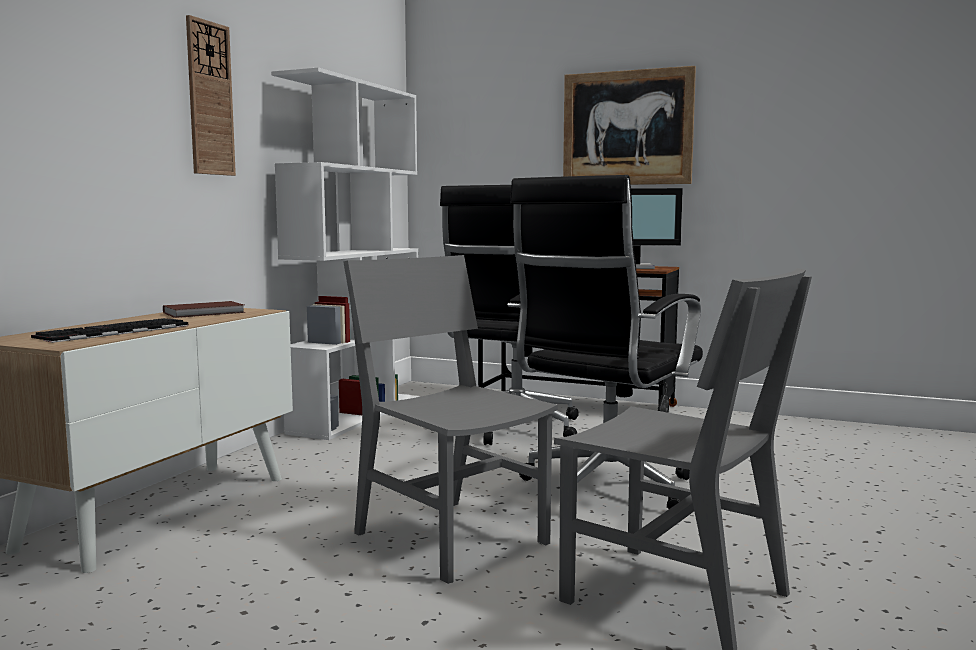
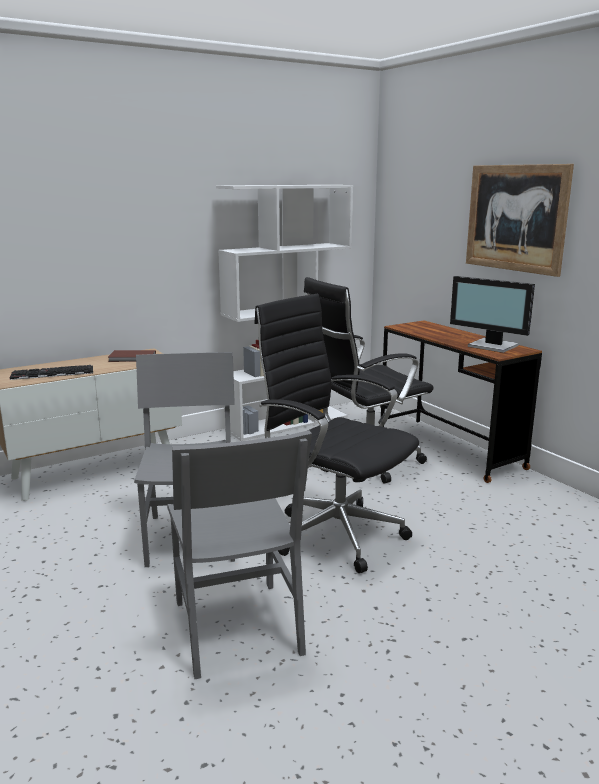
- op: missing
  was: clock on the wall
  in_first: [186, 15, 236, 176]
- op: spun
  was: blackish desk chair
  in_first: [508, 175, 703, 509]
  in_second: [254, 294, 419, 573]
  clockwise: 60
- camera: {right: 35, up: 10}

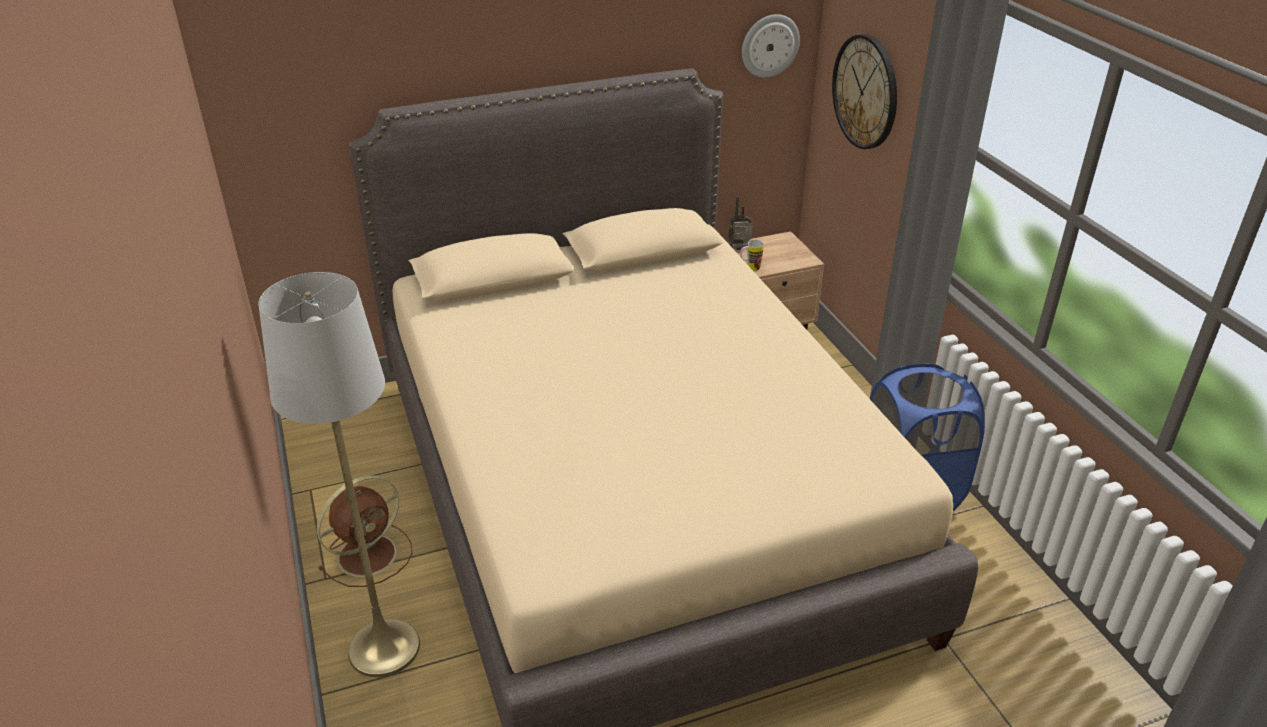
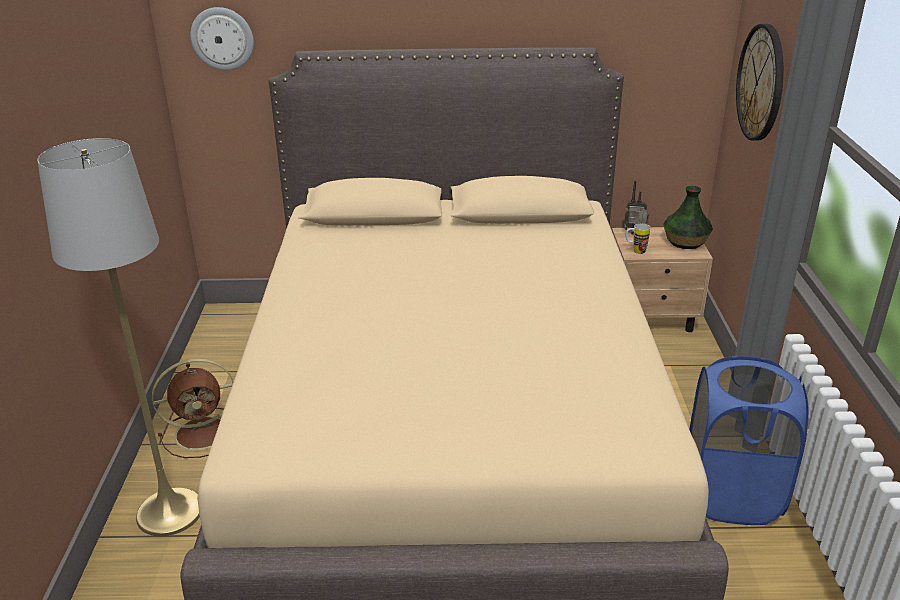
- op: appeared
  now: decorative vase
  in_second: [663, 186, 713, 249]
- op: relocated
  was: clock on the wall
  in_first: [742, 14, 800, 78]
  in_second: [190, 7, 254, 70]
- camera: {right: 20, up: -5}

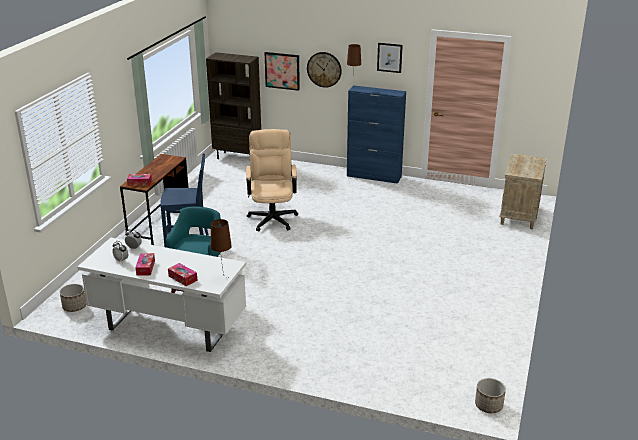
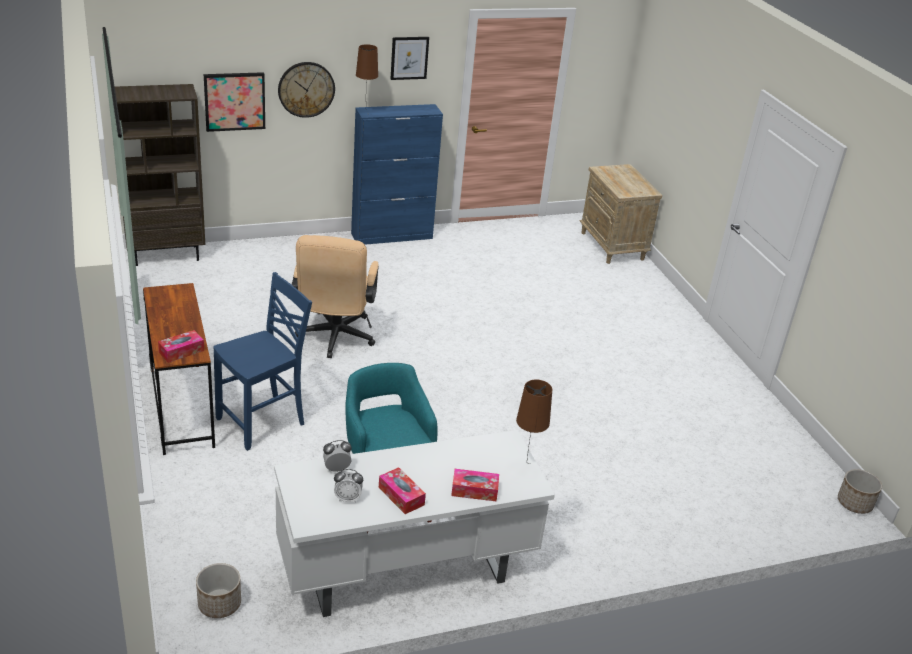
- op: spun
  was: sand-coloured desk chair
  in_first: [246, 129, 298, 231]
  in_second: [291, 235, 379, 358]
  clockwise: -135
- camera: {right: -40, up: 5}

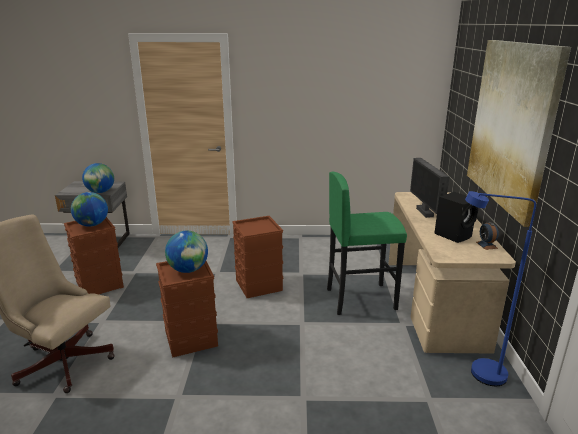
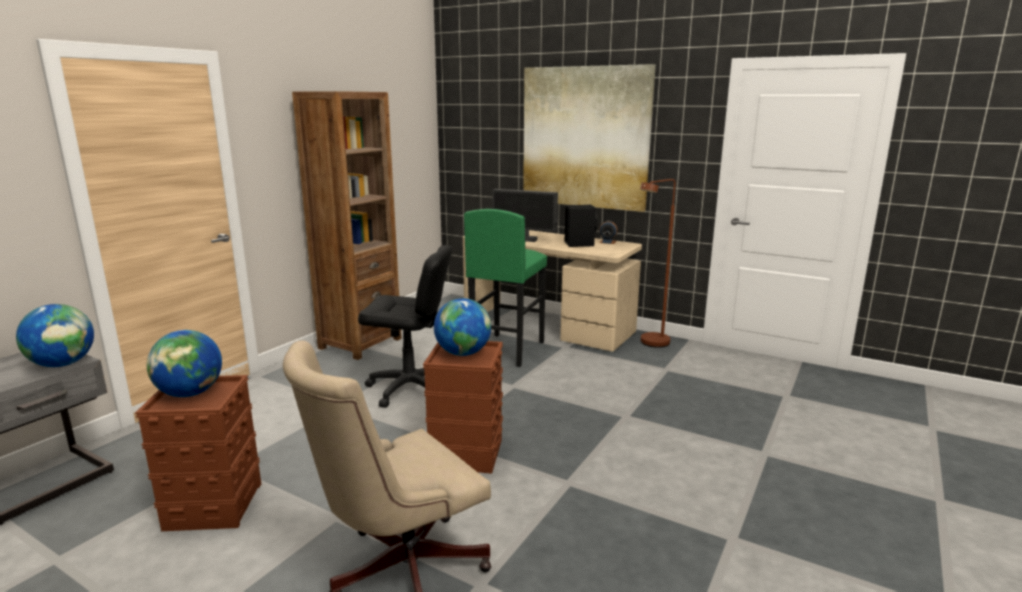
- op: appeared
  now: brownish shelving unit
  in_second: [292, 91, 402, 360]
- op: exchanged
  was: brownish storage bin
  now: blackish desk chair
  in_first: [232, 216, 284, 298]
  in_second: [358, 245, 453, 408]
- op: colour
  was: blue-coloured standing lamp
  now: brownish standing lamp
  in_first: [465, 191, 536, 386]
  in_second: [640, 179, 675, 348]
- camera: {right: -60, up: -5}

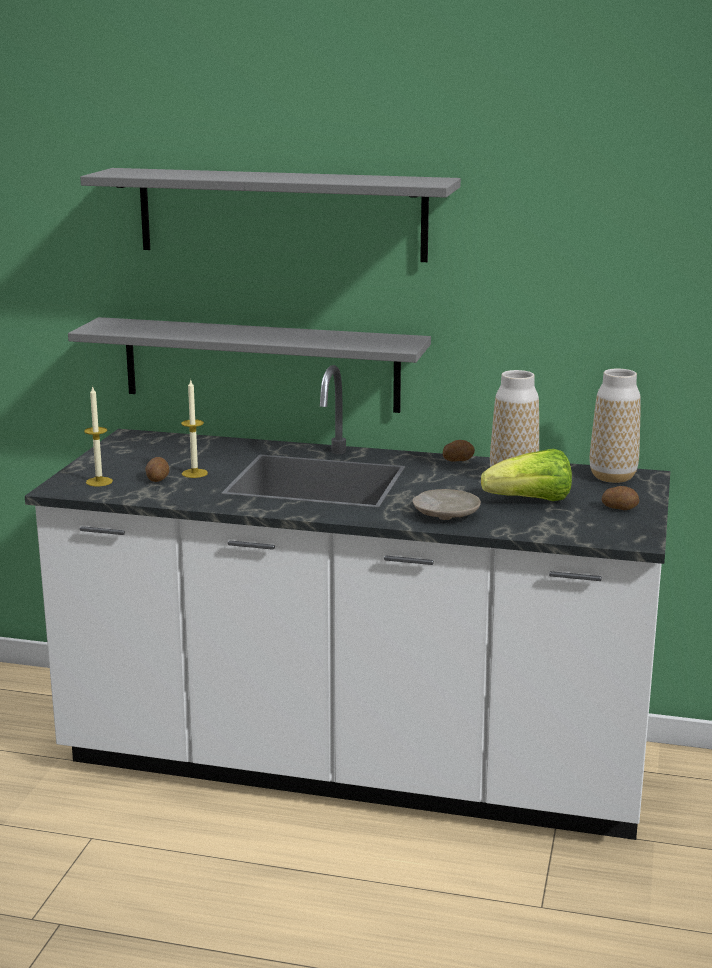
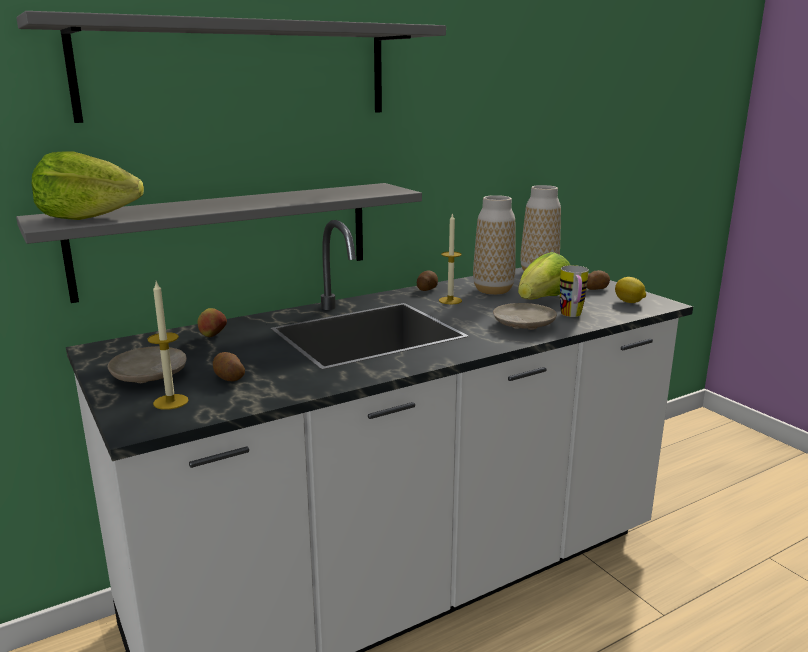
- op: appeared
  now: lettuce head
  in_second: [32, 152, 144, 220]
- op: appeared
  now: sand-coloured dinner plate
  in_second: [108, 346, 187, 383]
- op: appeared
  now: apple
  in_second: [198, 308, 227, 337]
- op: appeared
  now: mug
  in_second: [560, 265, 589, 317]
- op: appeared
  now: whole lemon
  in_second: [615, 277, 646, 303]
- op: relocated
  was: wax light
  in_first: [181, 379, 208, 478]
  in_second: [439, 213, 462, 304]
- camera: {right: -45, up: 0}

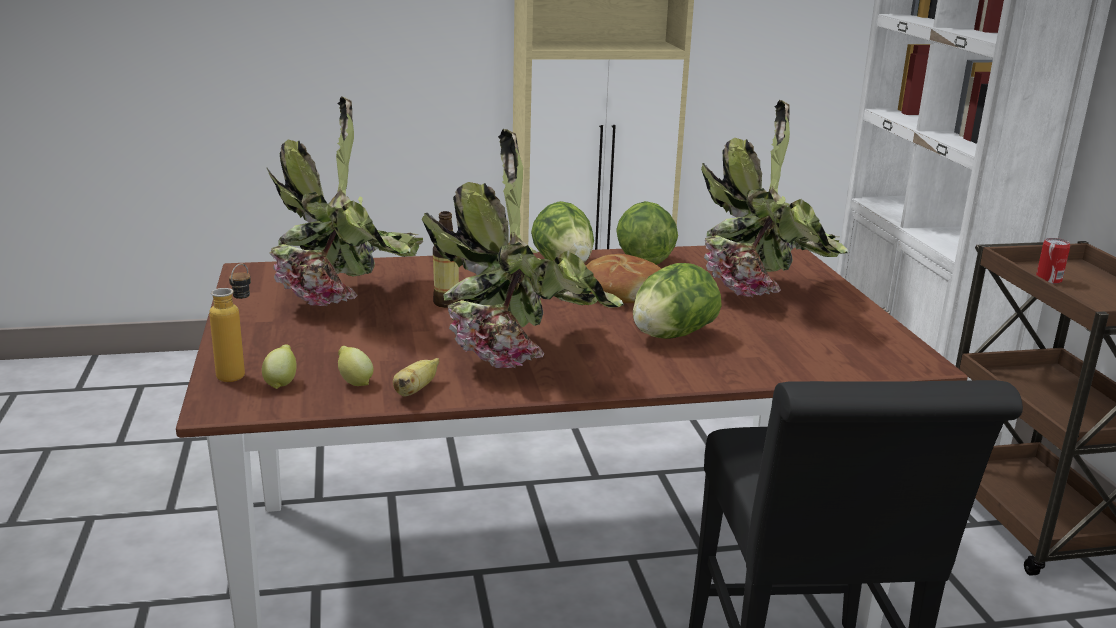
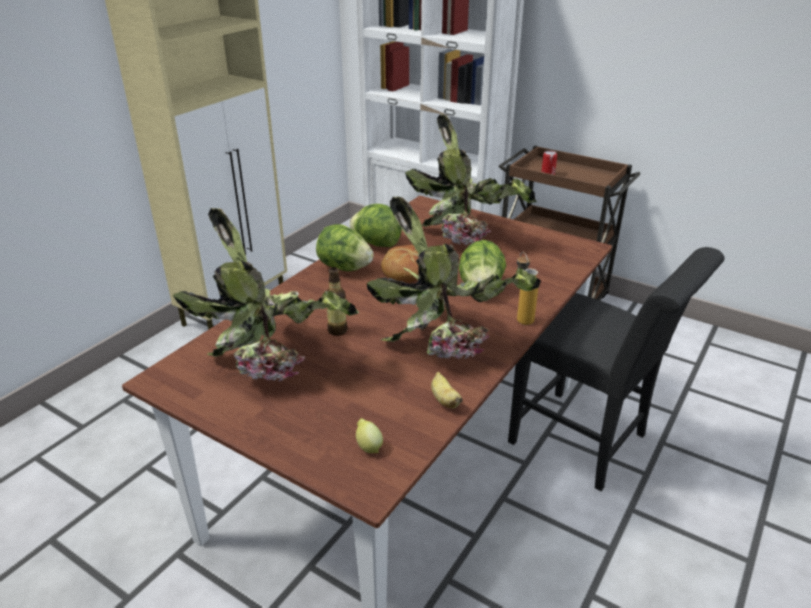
- op: missing
  was: whole lemon
  in_first: [338, 346, 373, 386]
- op: relocated
  was: drink bottle
  in_first: [209, 263, 251, 382]
  in_second: [517, 252, 538, 325]
- camera: {right: -45, up: 10}

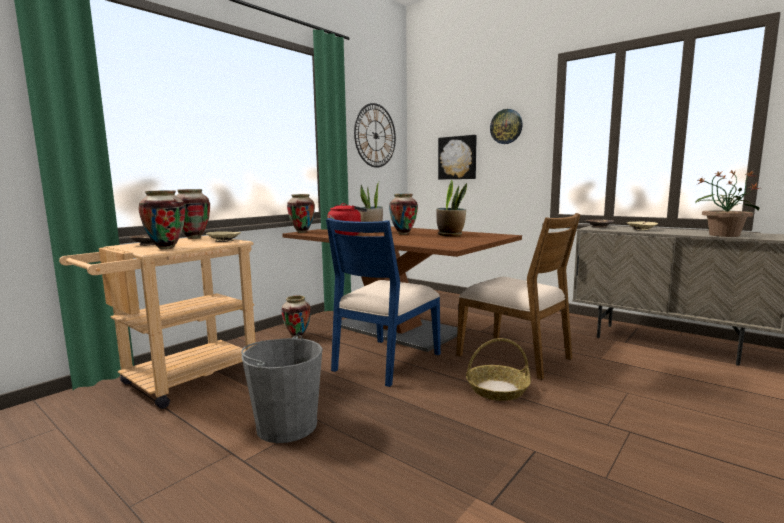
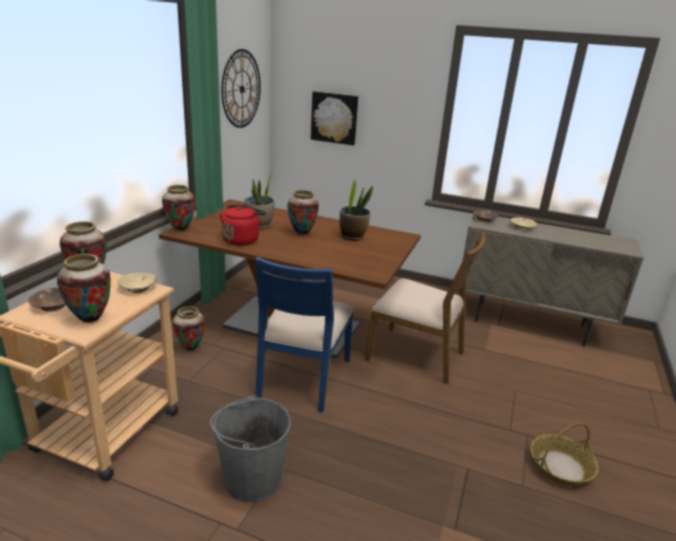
- op: missing
  was: clock on the wall
  in_first: [490, 109, 523, 144]
- op: missing
  was: plant in a pot
  in_first: [695, 170, 762, 237]
- op: relocated
  was: household basket
  in_first: [466, 338, 531, 401]
  in_second: [530, 423, 599, 486]
- camera: {right: -20, up: 15}

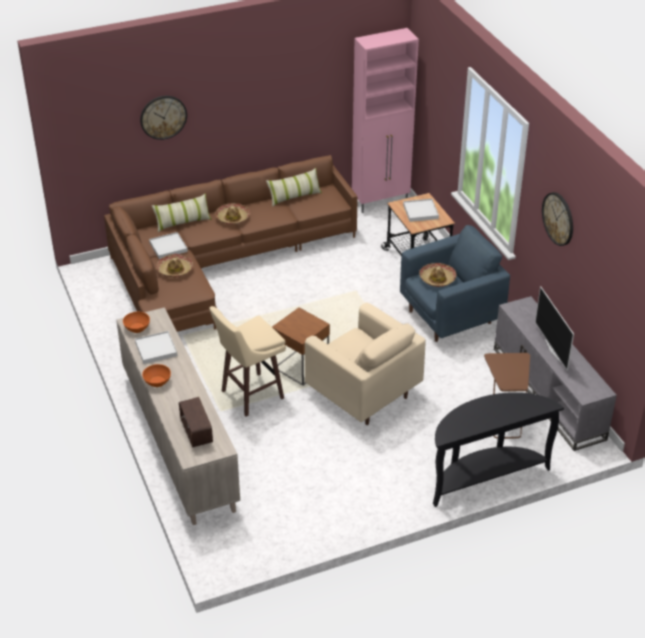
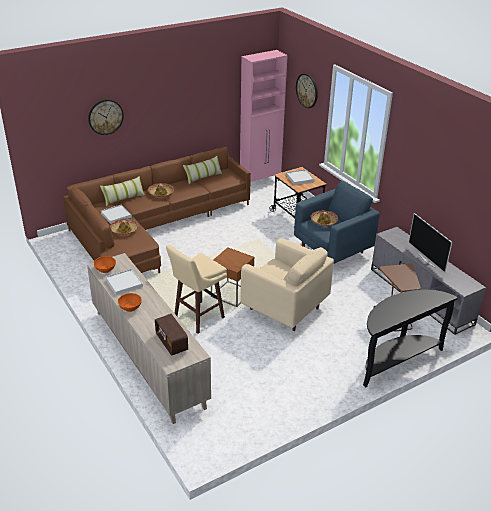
- op: relocated
  was: clock on the wall
  in_first: [542, 192, 573, 246]
  in_second: [296, 73, 318, 108]
- camera: {right: -10, up: -5}

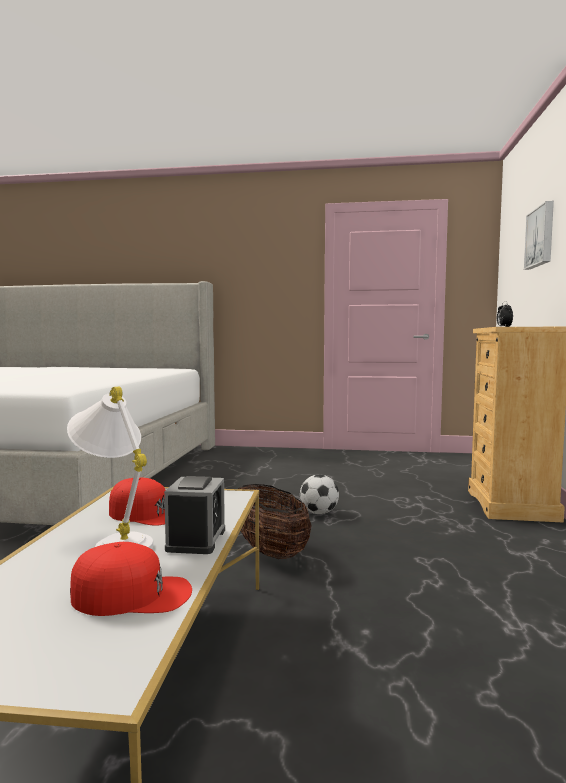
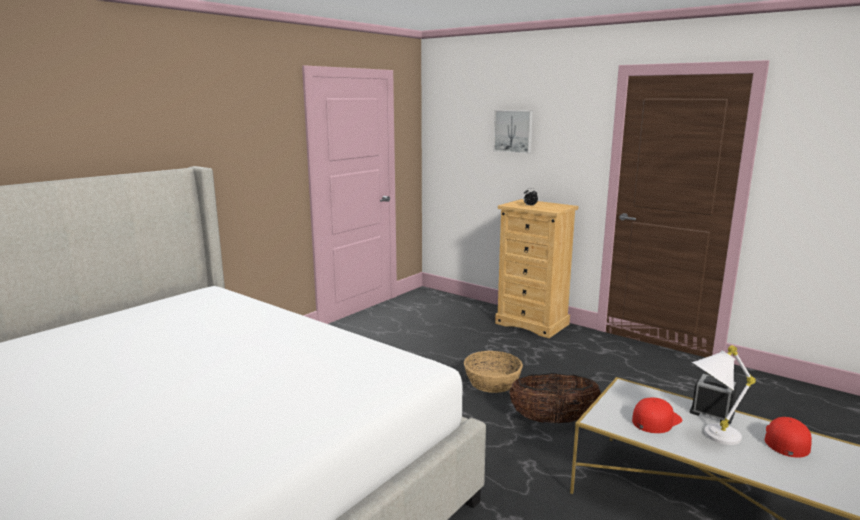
- op: exchanged
  was: football ball
  now: household basket
  in_first: [300, 474, 339, 514]
  in_second: [464, 351, 523, 393]
- camera: {right: -60, up: 10}

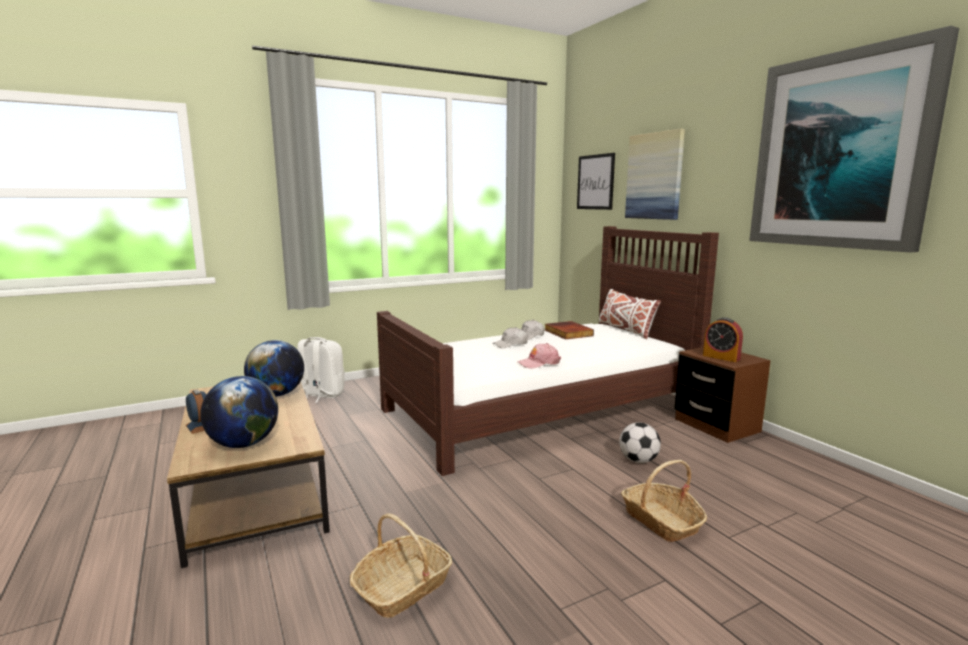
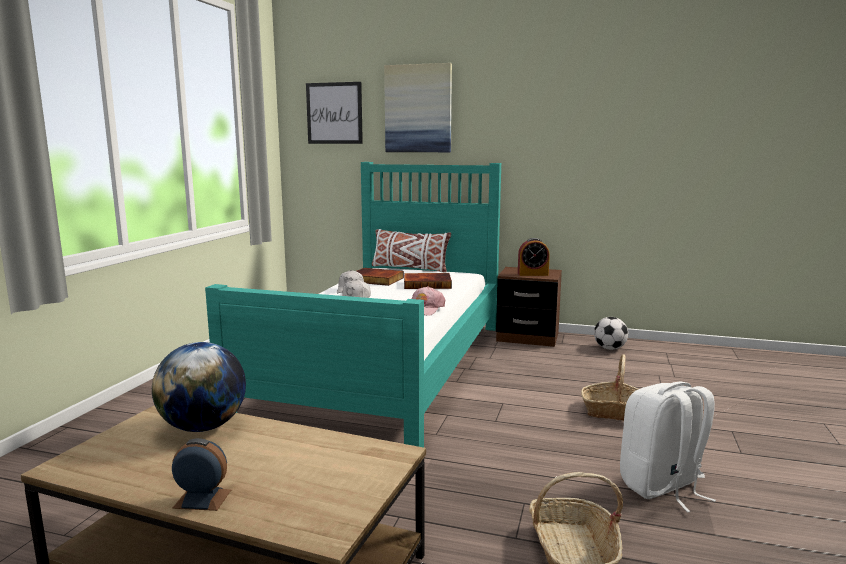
- op: missing
  was: desk globe
  in_first: [200, 376, 278, 448]
- op: missing
  was: wall art
  in_first: [749, 26, 959, 253]
- op: appeared
  now: book
  in_second: [404, 273, 452, 289]
- op: relocated
  was: white rucksack
  in_first: [297, 337, 345, 403]
  in_second: [620, 382, 716, 512]
- op: relocated
  was: football ball
  in_first: [619, 422, 661, 463]
  in_second: [594, 317, 628, 350]
- op: colour
  was: brownish bedroom bed
  now: turquoise-coloured bedroom bed
  in_first: [377, 226, 719, 476]
  in_second: [205, 162, 501, 447]
- camera: {right: -45, up: 0}

